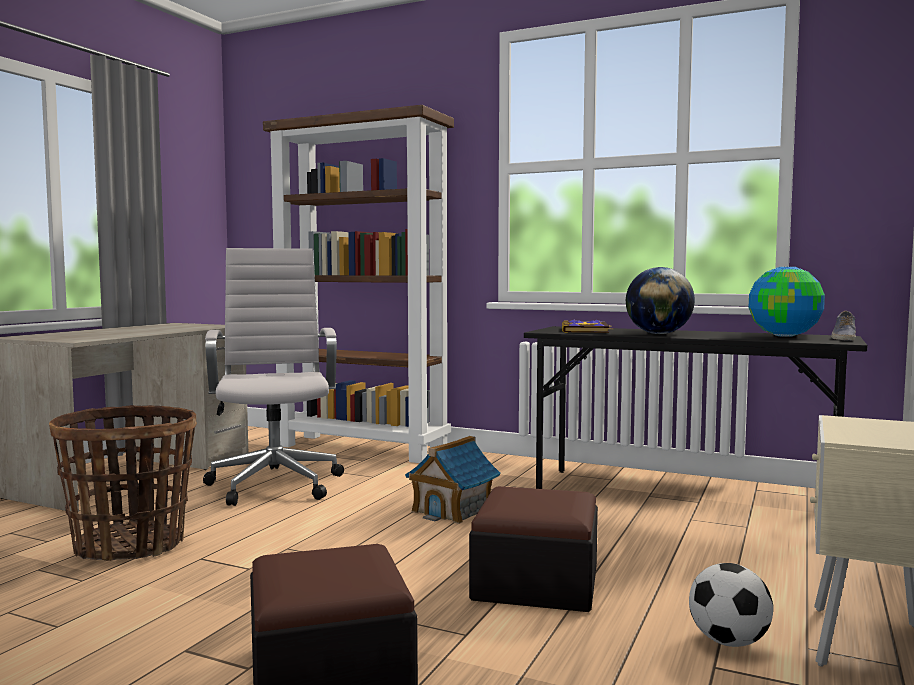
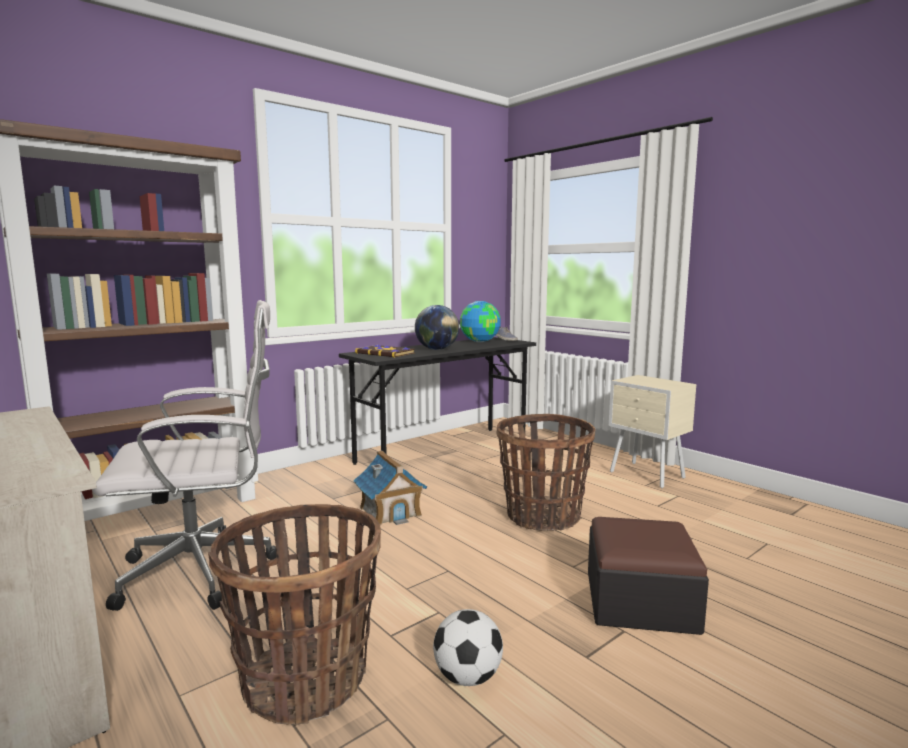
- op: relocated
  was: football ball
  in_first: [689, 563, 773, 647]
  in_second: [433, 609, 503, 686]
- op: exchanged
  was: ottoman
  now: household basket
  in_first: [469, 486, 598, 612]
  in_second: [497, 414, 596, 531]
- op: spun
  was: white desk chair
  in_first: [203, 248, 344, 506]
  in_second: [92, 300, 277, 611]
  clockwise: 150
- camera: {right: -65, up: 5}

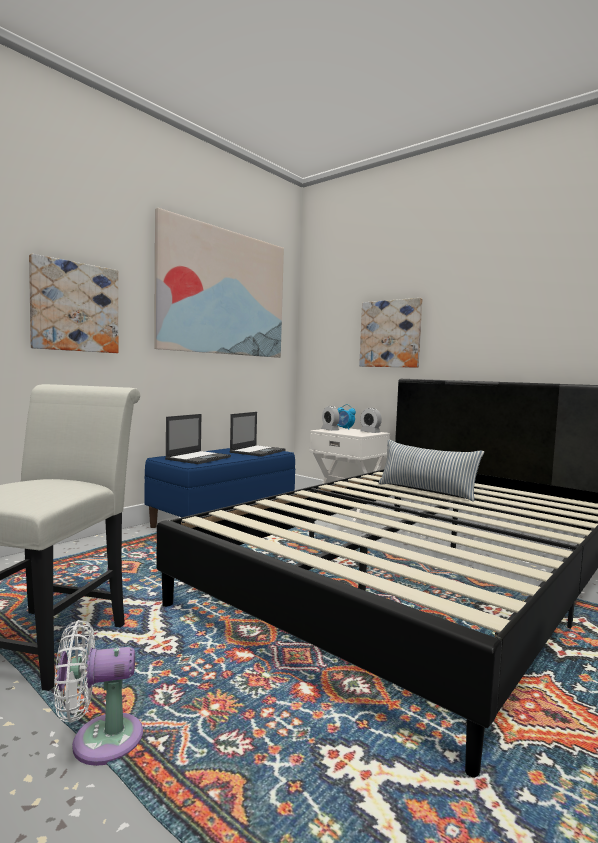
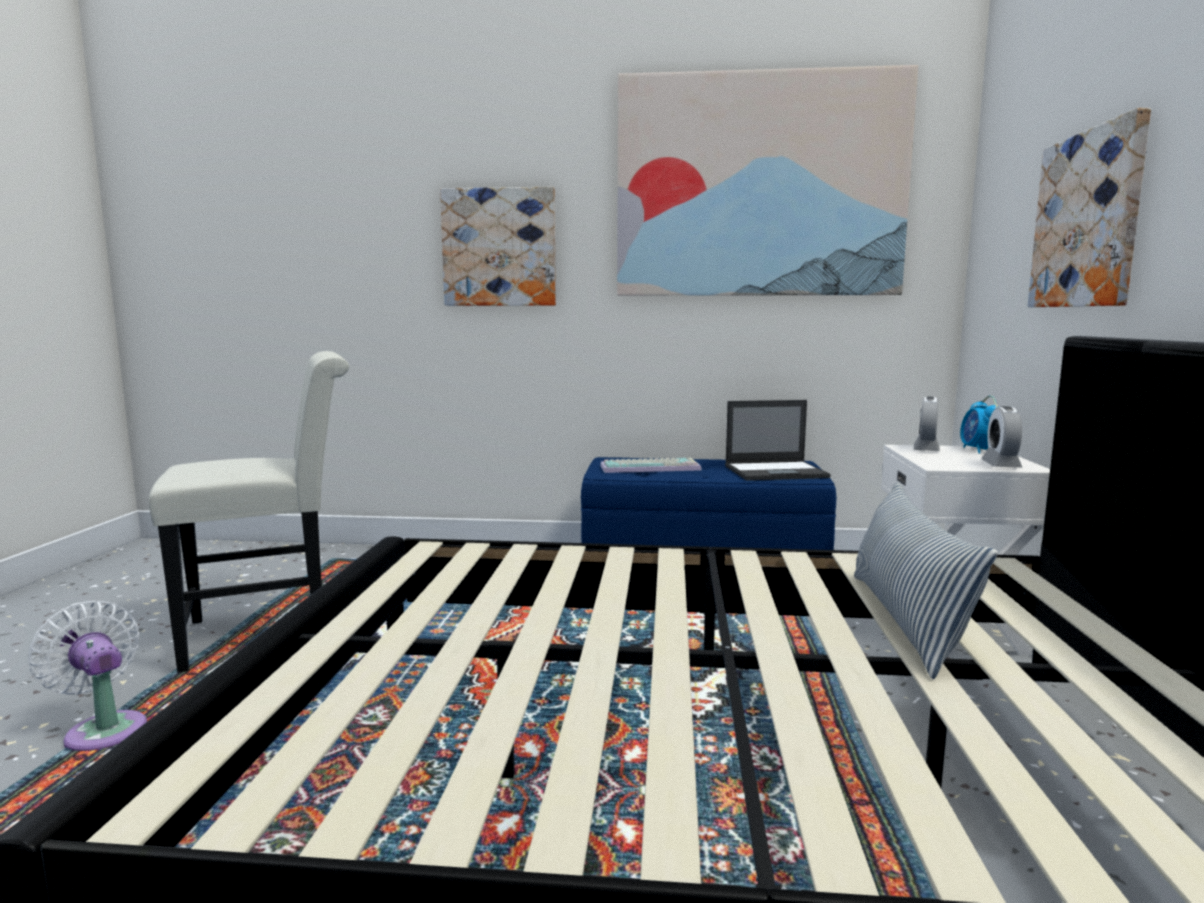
- op: exchanged
  was: notebook computer
  now: computer keyboard
  in_first: [165, 414, 231, 464]
  in_second: [600, 458, 702, 473]
- camera: {right: 55, up: 5}

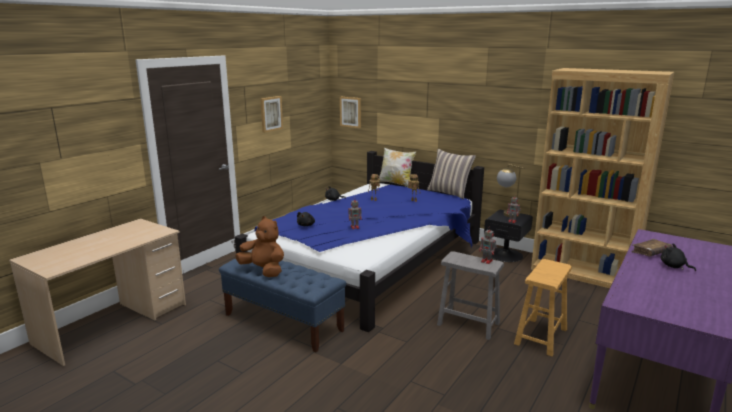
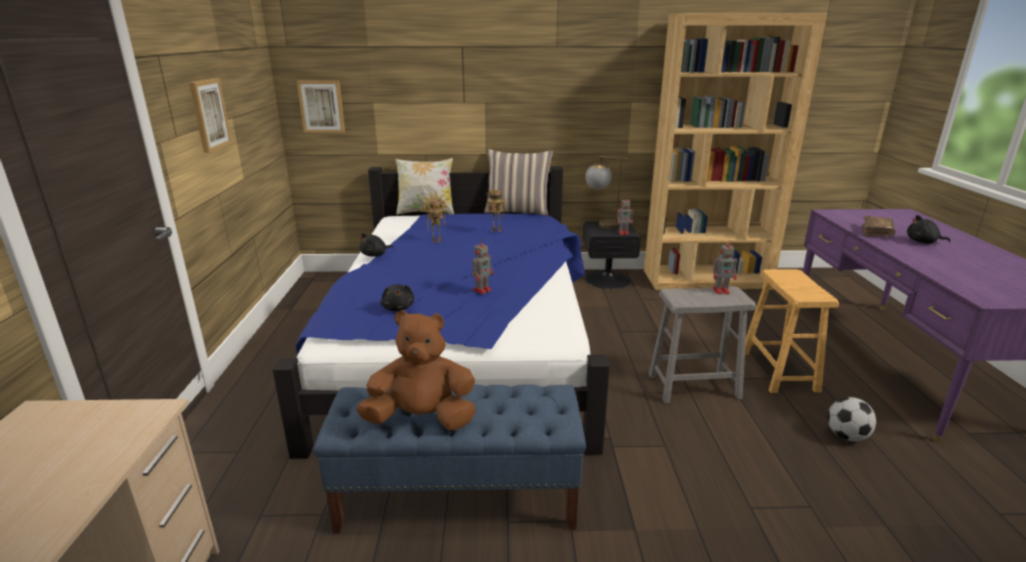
- op: appeared
  now: football ball
  in_second: [827, 397, 876, 442]
- camera: {right: -35, up: 5}

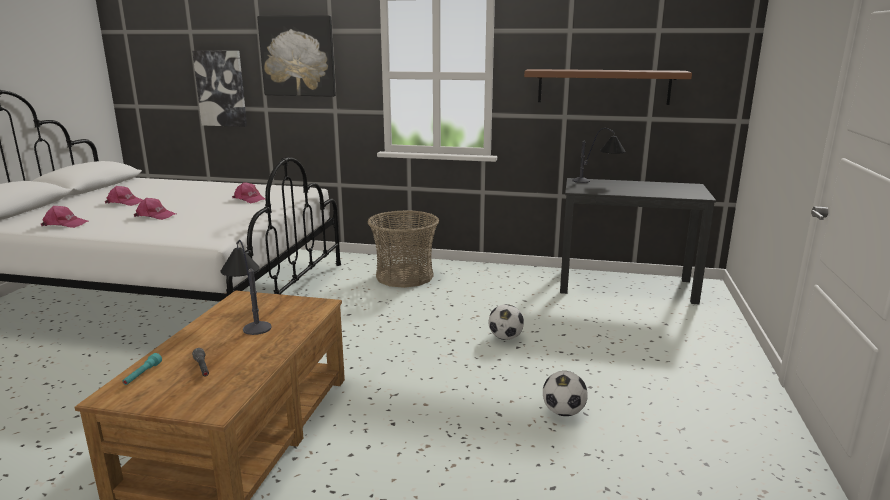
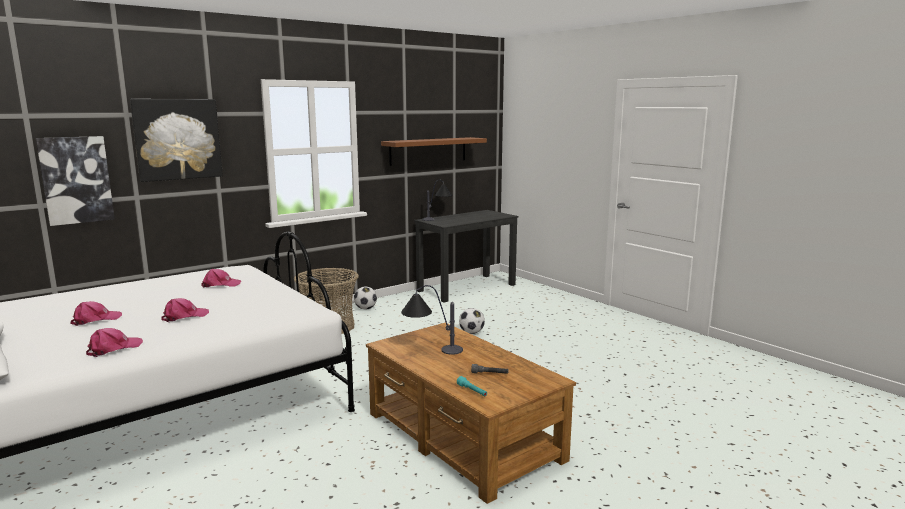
- op: relocated
  was: football ball
  in_first: [543, 371, 588, 416]
  in_second: [354, 287, 377, 309]
- camera: {right: -50, up: -5}

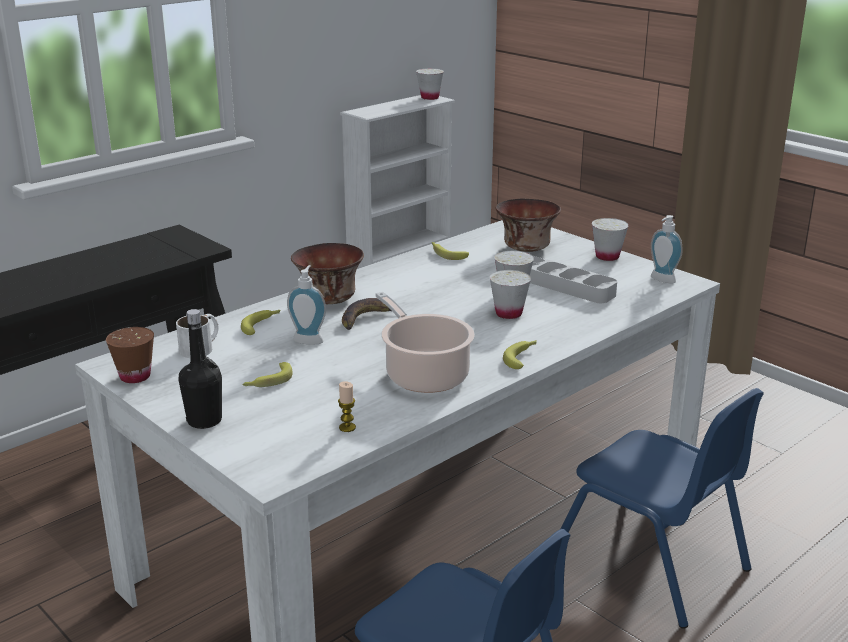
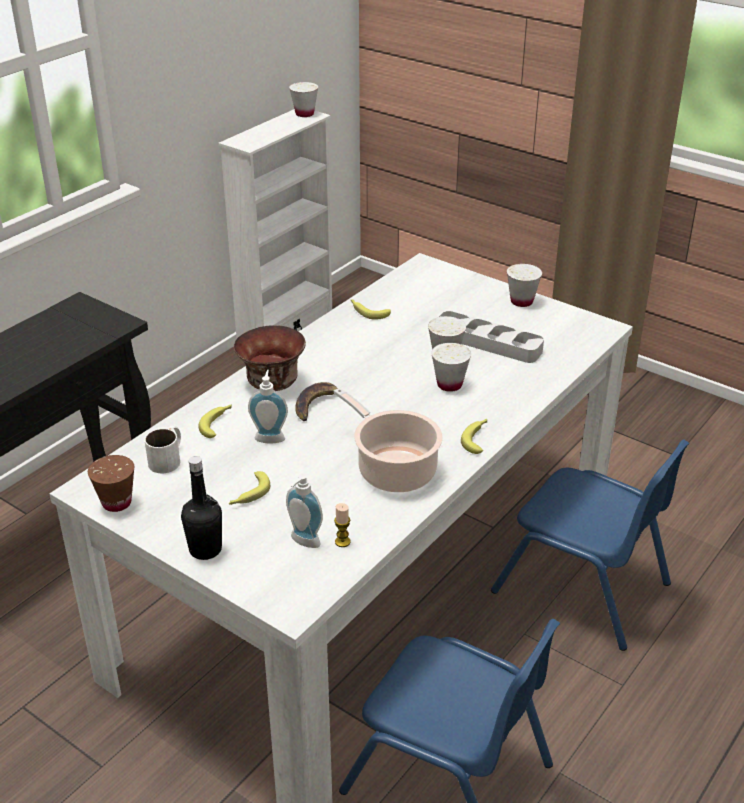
- op: missing
  was: deep dish
  in_first: [495, 199, 561, 252]
- op: relocated
  was: soap dispenser
  in_first: [651, 215, 683, 283]
  in_second: [286, 474, 323, 548]
- camera: {right: -10, up: 10}

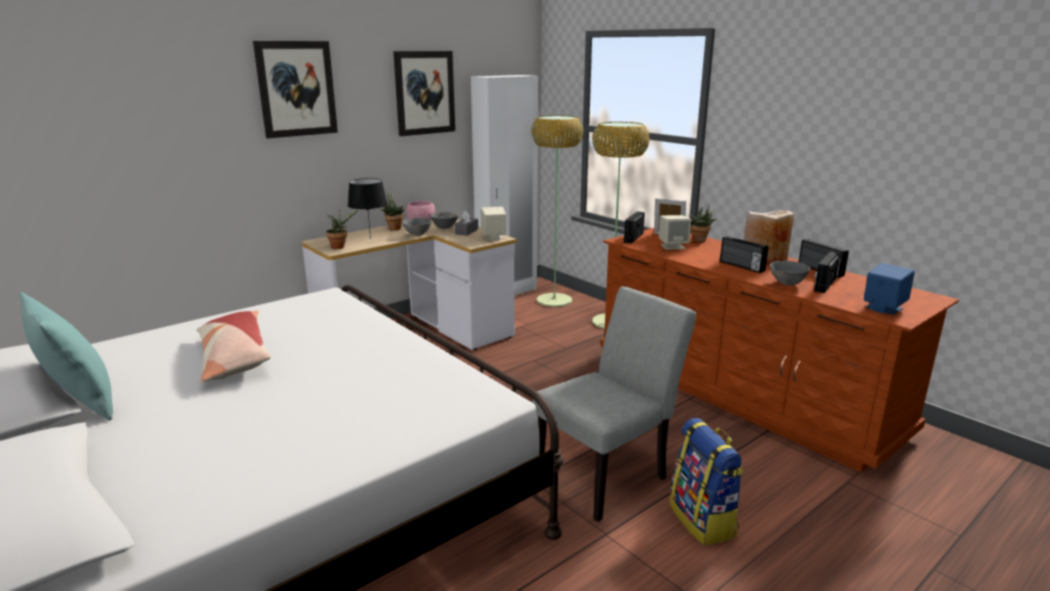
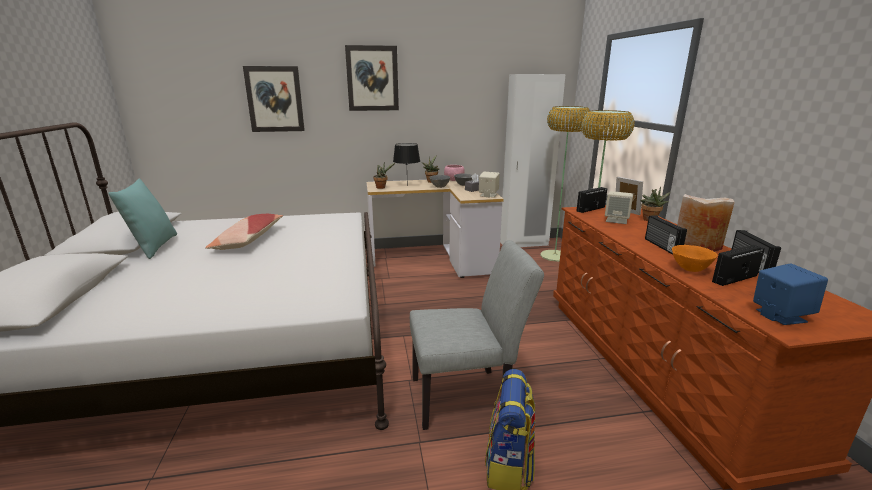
- op: relocated
  was: wall art
  in_first: [393, 51, 455, 136]
  in_second: [243, 66, 305, 132]
- op: colour
  was: gray deep dish
  now: orange-coloured deep dish
  in_first: [769, 261, 810, 286]
  in_second: [672, 245, 717, 272]
- camera: {right: 30, up: 0}

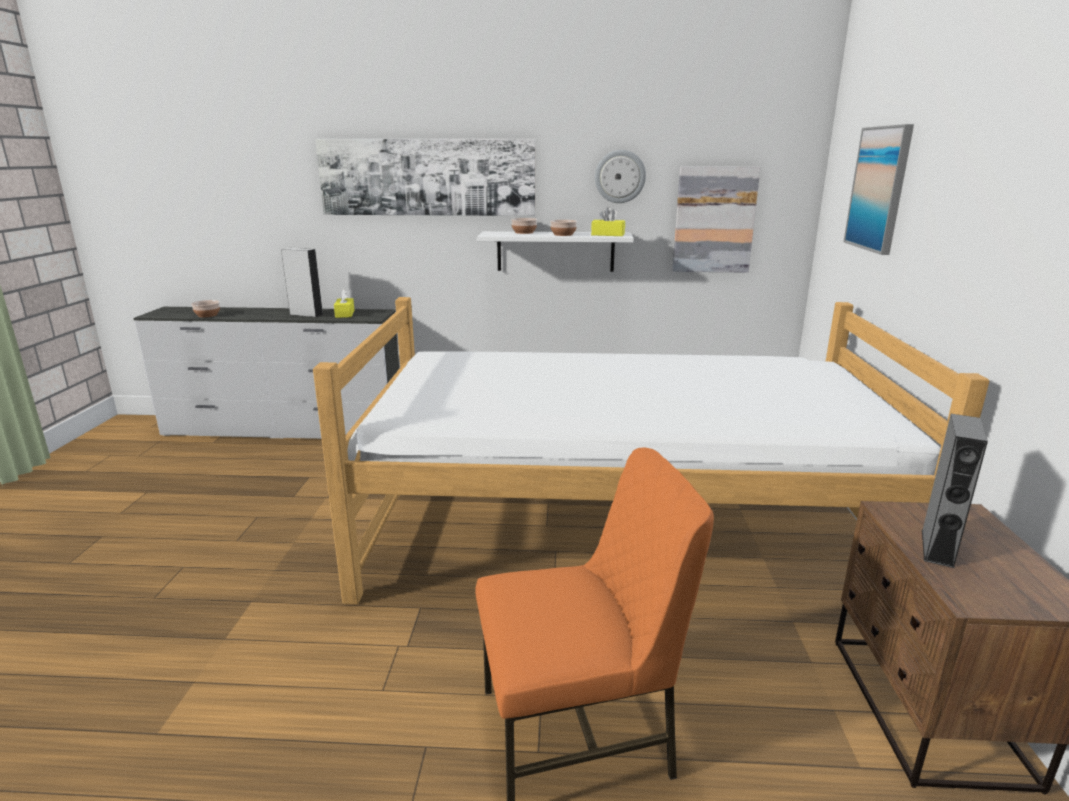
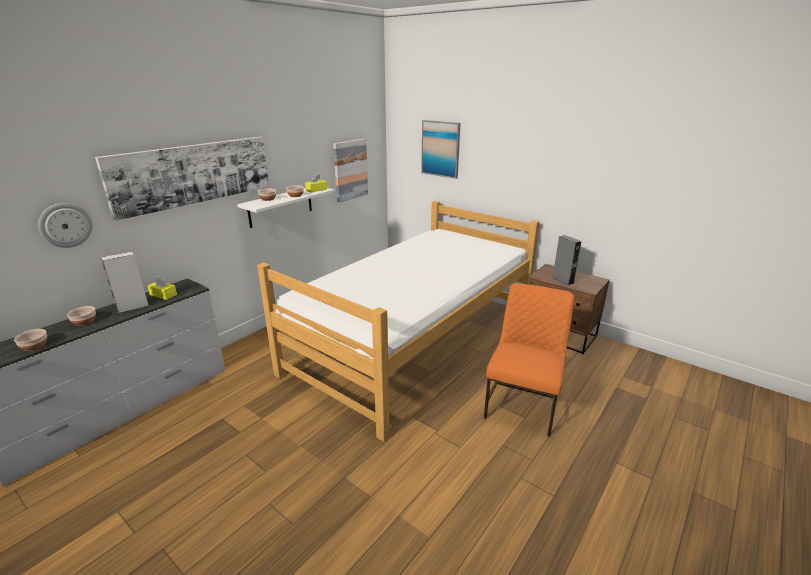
- op: appeared
  now: deep dish
  in_second: [67, 306, 96, 326]
- op: relocated
  was: clock on the wall
  in_first: [595, 150, 646, 203]
  in_second: [38, 203, 93, 248]
- camera: {right: -55, up: 5}

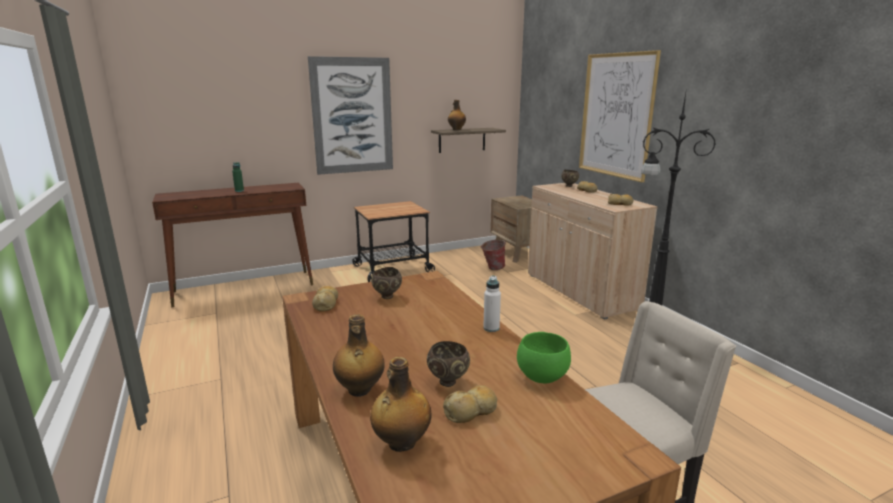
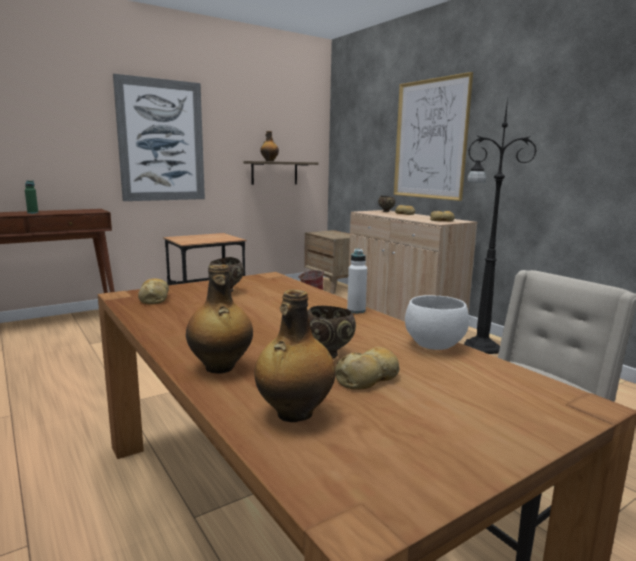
- op: colour
  was: green-coloured deep dish
  now: white deep dish
  in_first: [517, 332, 571, 383]
  in_second: [405, 295, 469, 350]
- camera: {right: -10, up: -5}

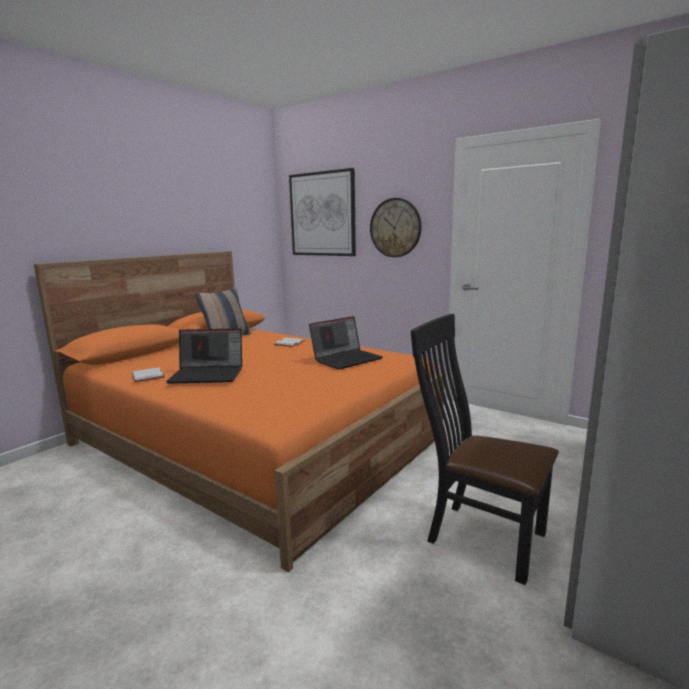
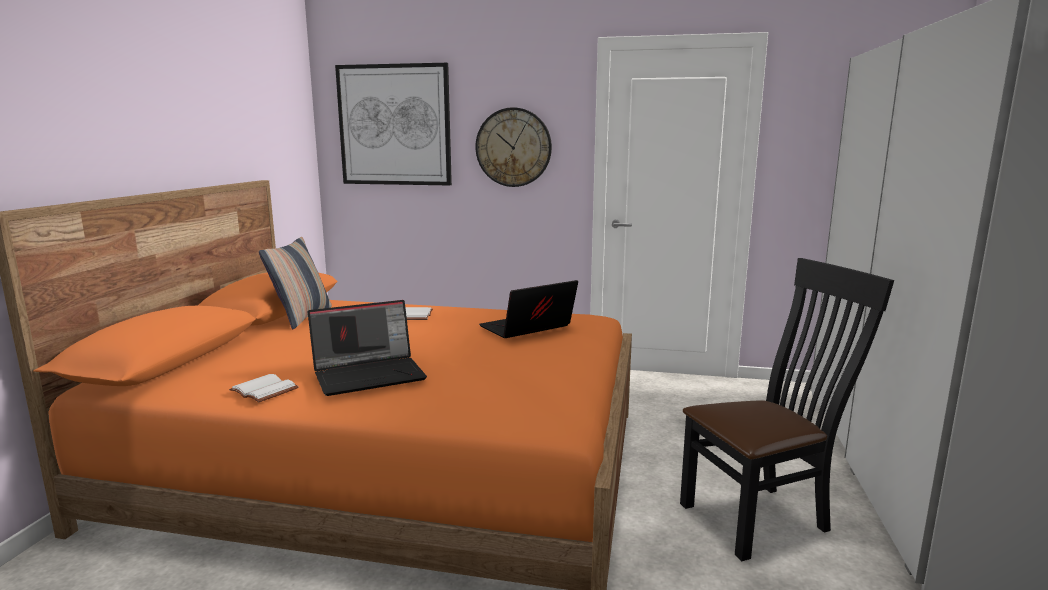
- op: spun
  was: notebook computer
  in_first: [309, 316, 383, 370]
  in_second: [479, 280, 578, 338]
  clockwise: -150
- op: spun
  was: blackish chair
  in_first: [411, 314, 559, 585]
  in_second: [680, 258, 894, 561]
  clockwise: 150
- camera: {right: -25, up: 0}

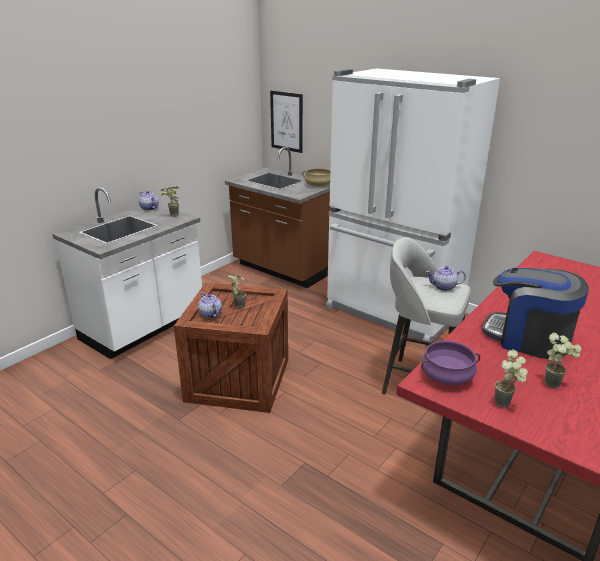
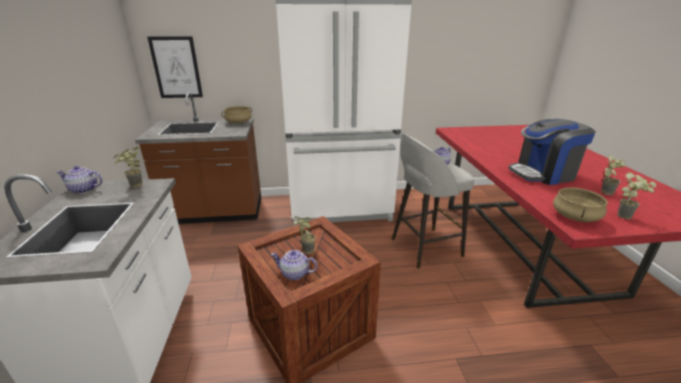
- op: colour
  was: purplish cooking pot
  now: sand-coloured cooking pot
  in_first: [421, 341, 480, 385]
  in_second: [553, 187, 608, 222]
- camera: {right: -45, up: 0}

